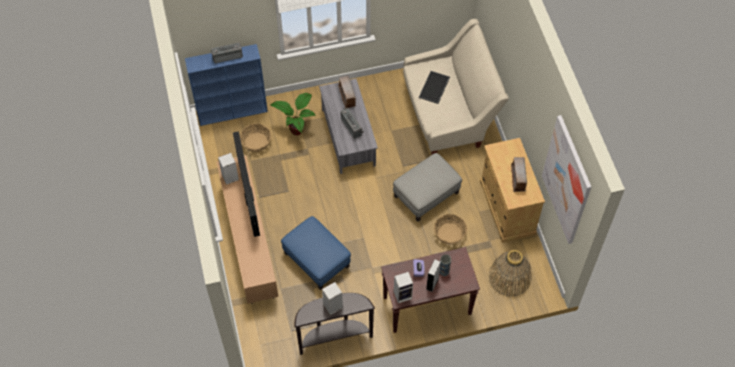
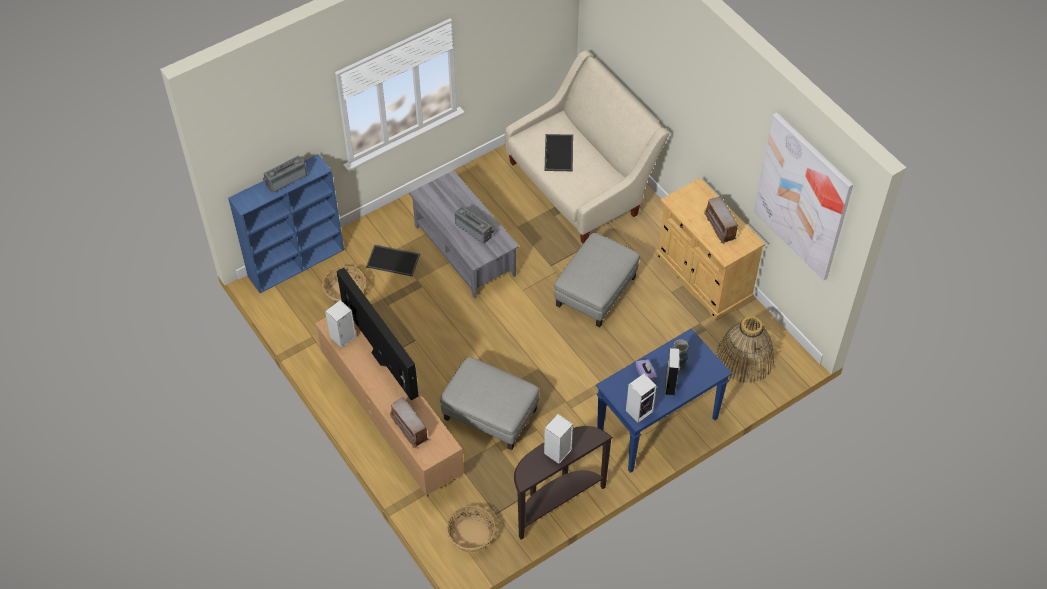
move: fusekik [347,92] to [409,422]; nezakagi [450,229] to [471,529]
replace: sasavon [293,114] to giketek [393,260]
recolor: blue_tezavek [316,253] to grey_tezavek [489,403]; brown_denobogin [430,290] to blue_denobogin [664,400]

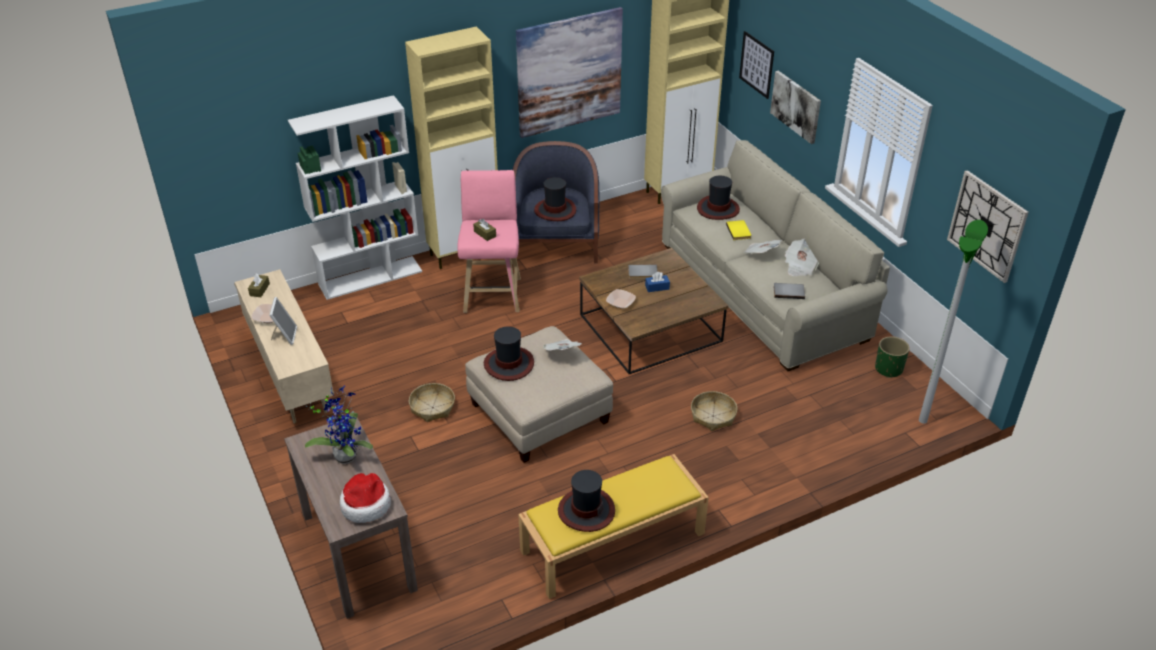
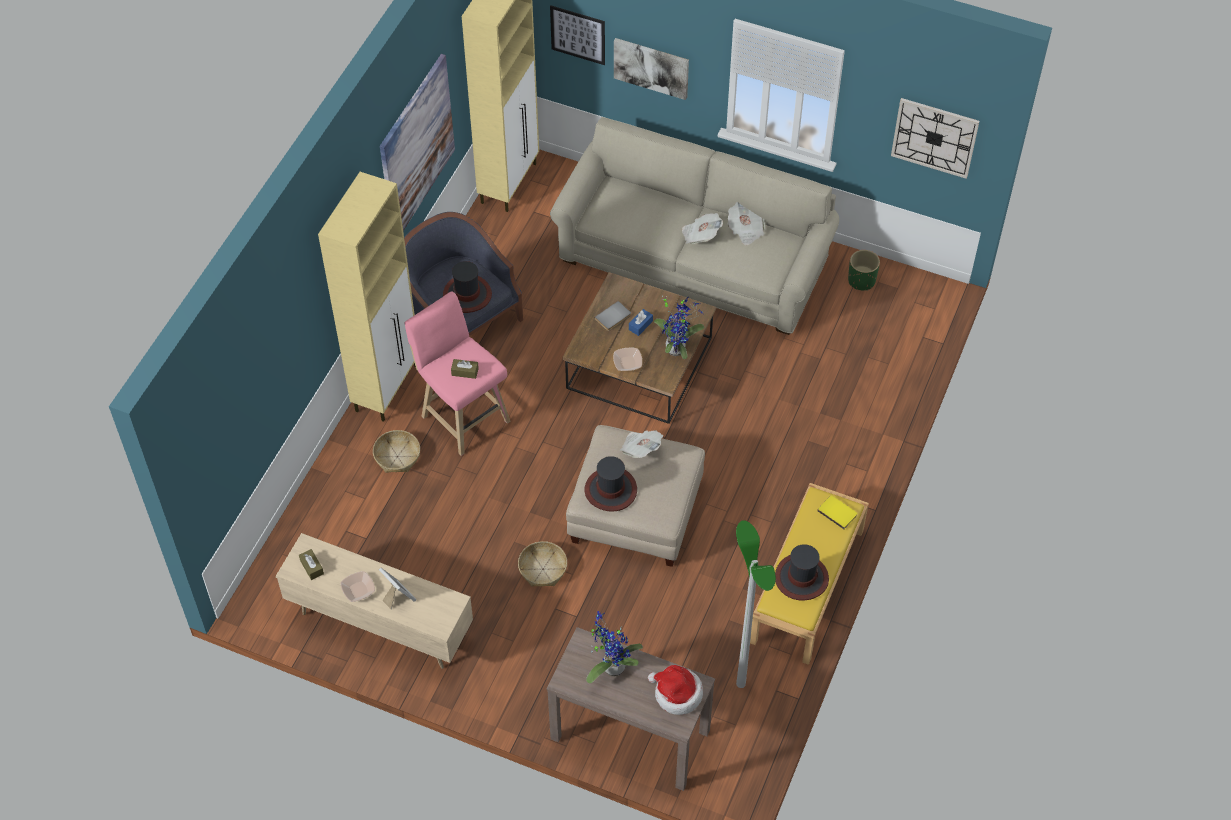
delete: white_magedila [355,197]; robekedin [718,198]; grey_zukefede [789,291]
insert: sasavon [679,327]
move: nezakagi [714,411] to [396,451]; yellow_zukefede [738,230] to [837,512]; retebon [953,322] to [756,604]

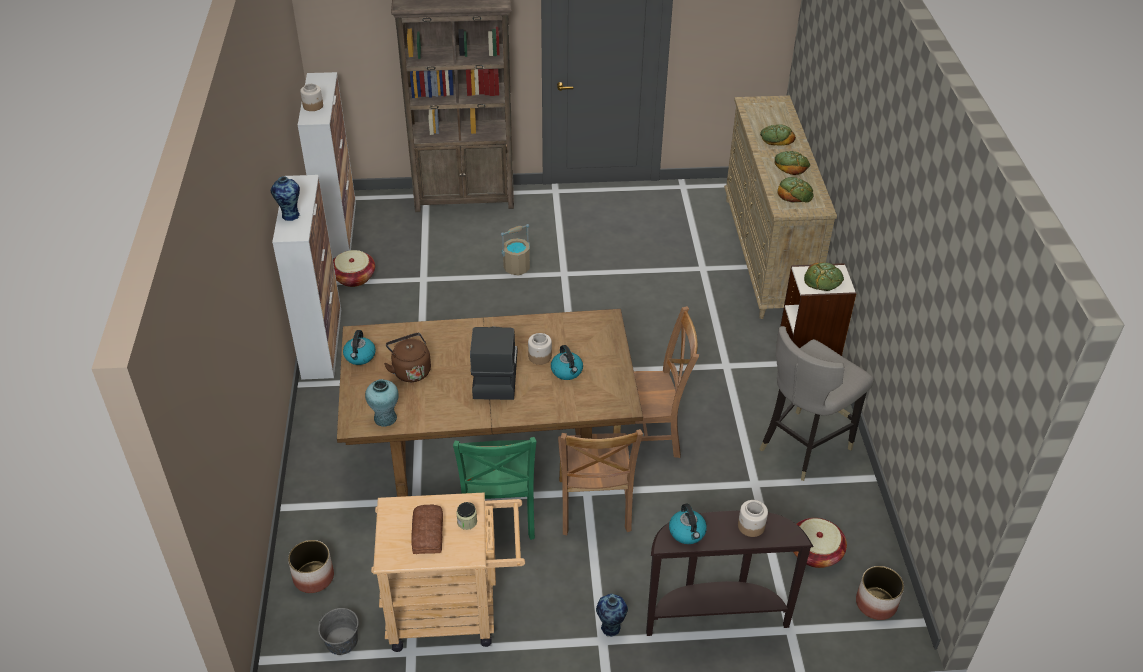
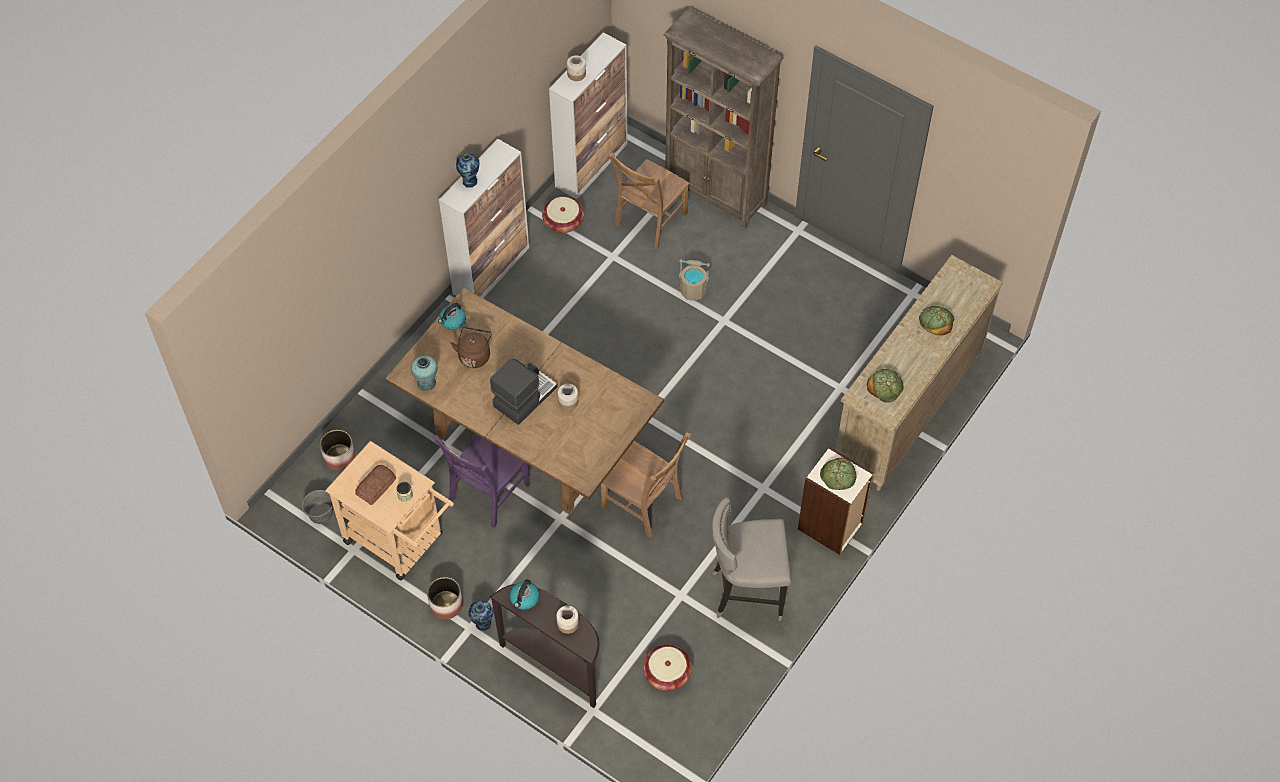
delete: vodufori [567,362]; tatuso [792,163]
move: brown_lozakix [600,482] to [648,201]; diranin [880,593] to [445,598]
recolor: green_lozakix [495,488] to purple_lozakix [481,481]

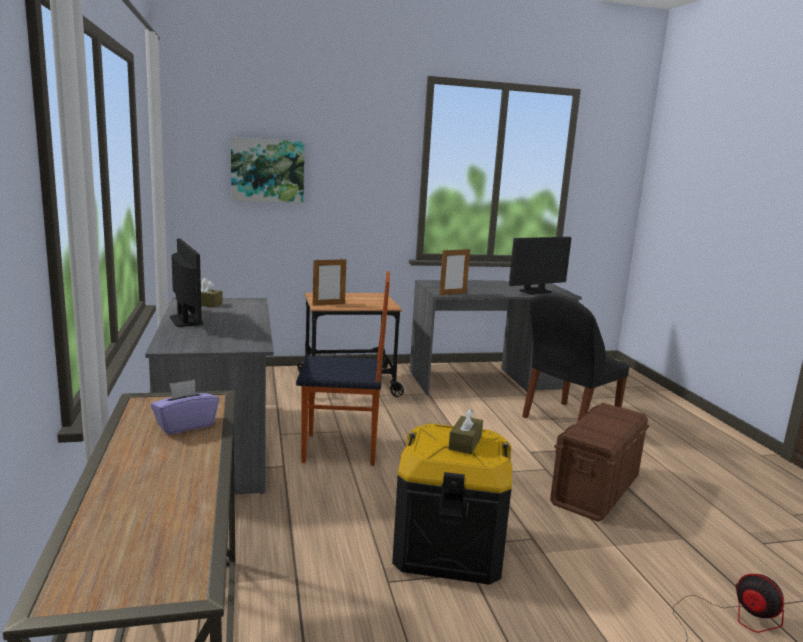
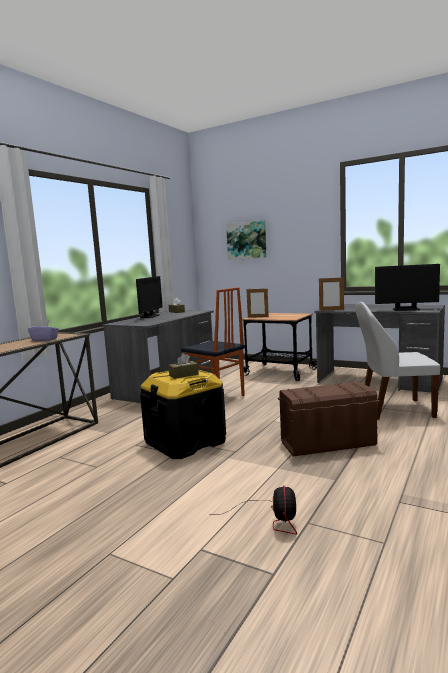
recolor: black_lozakix [576,358] to white_lozakix [398,361]

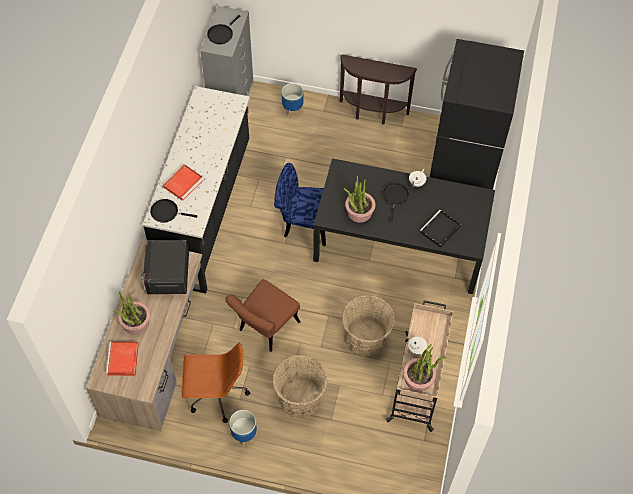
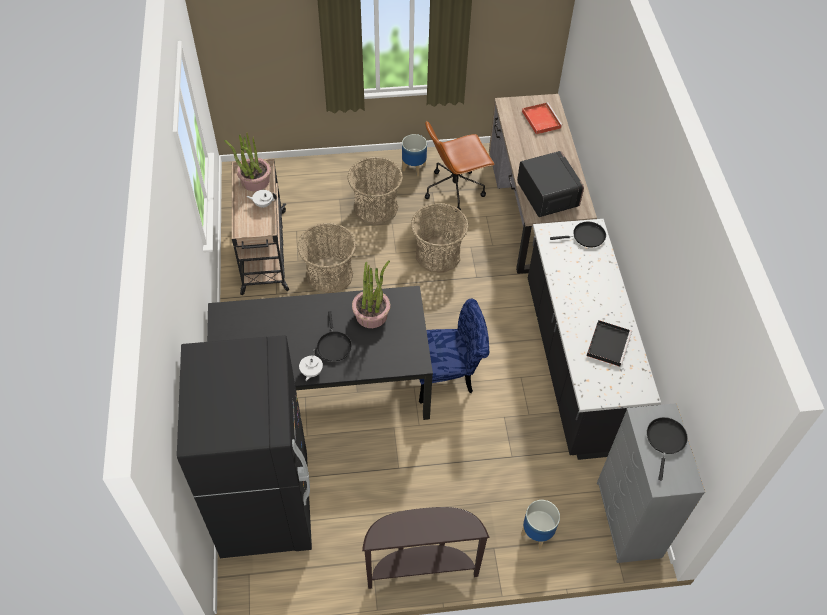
delete: sasavon [131,313]; red_giketek [183,182]
move: black_giketek [440,229] to [609,343]
replace: brown_lozakix [263,315] to nezakagi [440,238]

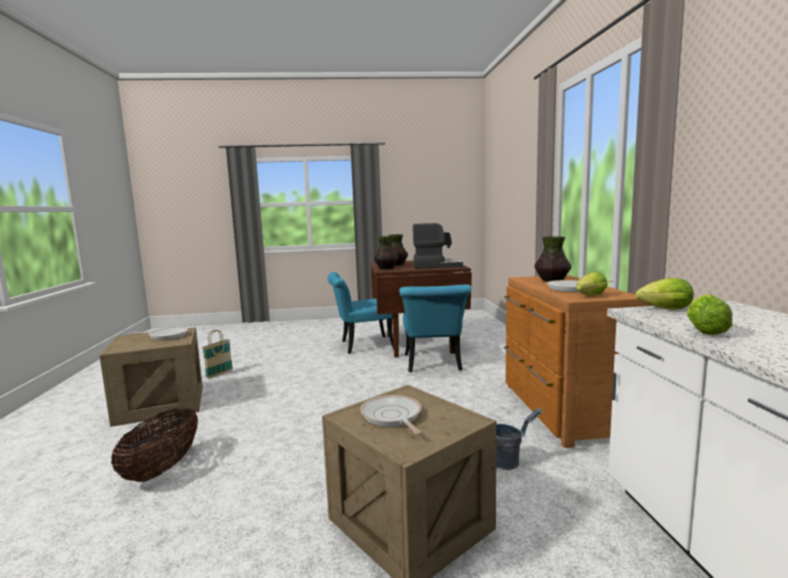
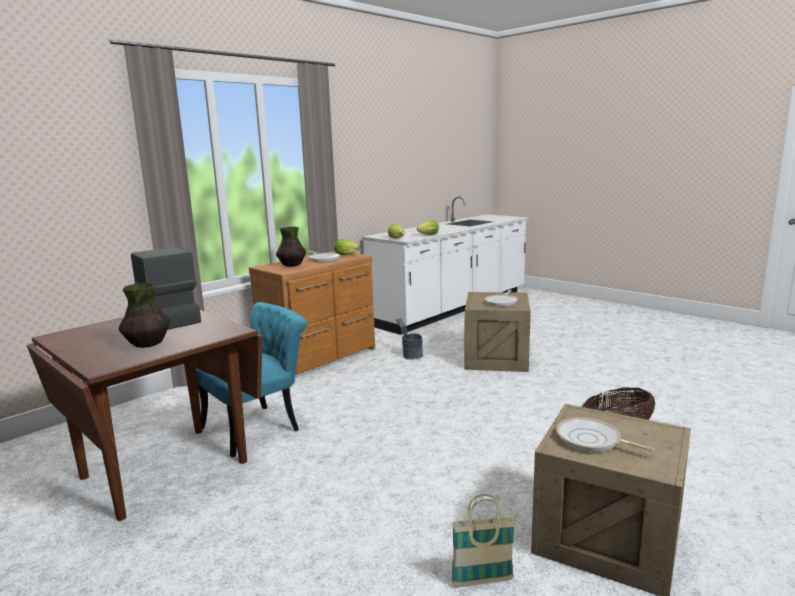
delete: turquoise_lozakix [360,313]; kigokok [386,252]

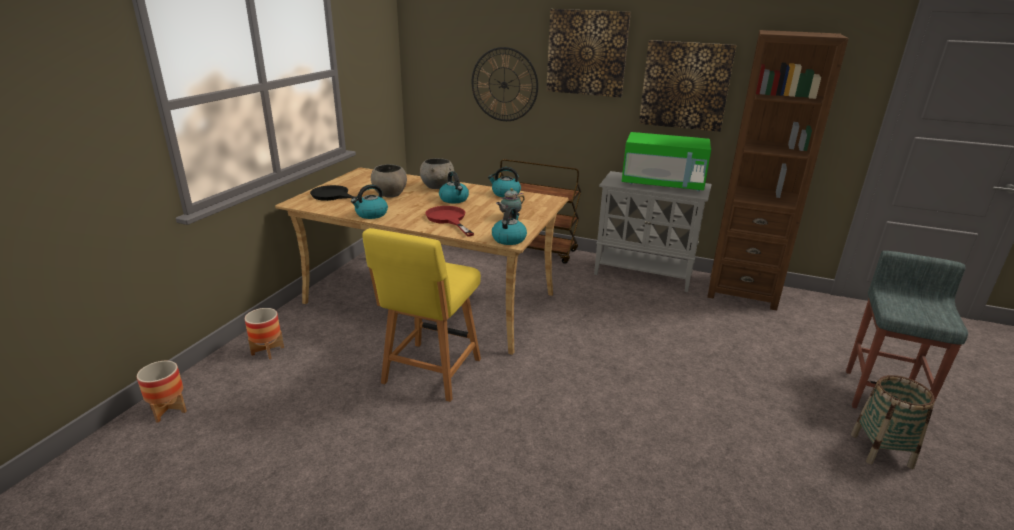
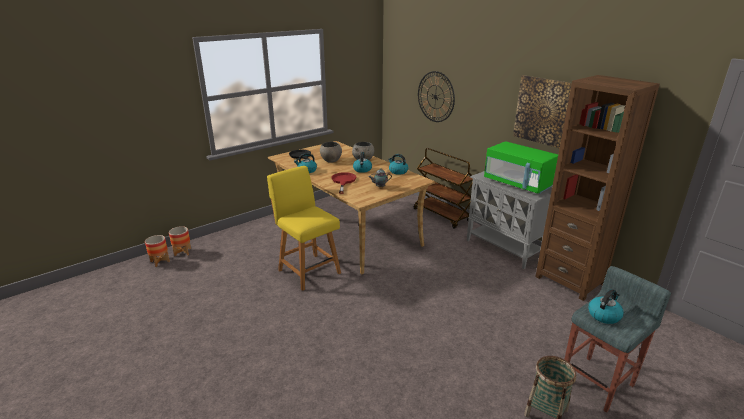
delete: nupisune [588,53]
move: diranin [264,333] to [157,251]; vodufori [509,226] to [606,306]
rotate: yellow_lozakix [422,315] = [304,228] 90 degrees clockwise

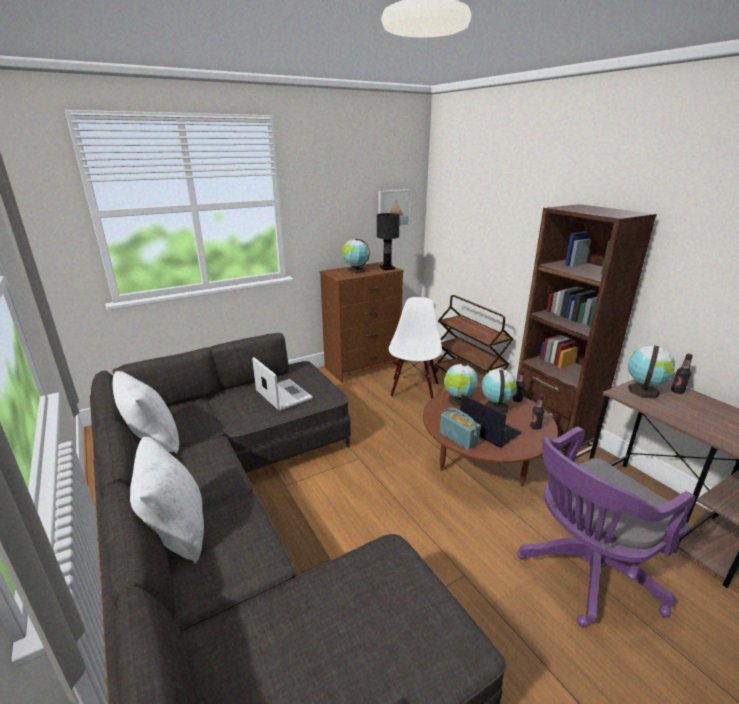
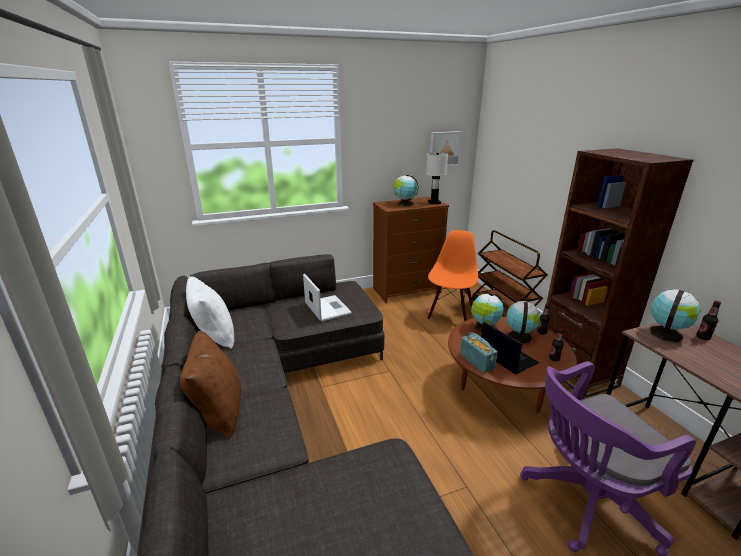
recolor: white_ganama [167,500] to brown_ganama [210,385]; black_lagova [388,241] to white_lagova [437,178]; white_lozakix [415,348] to orange_lozakix [452,275]

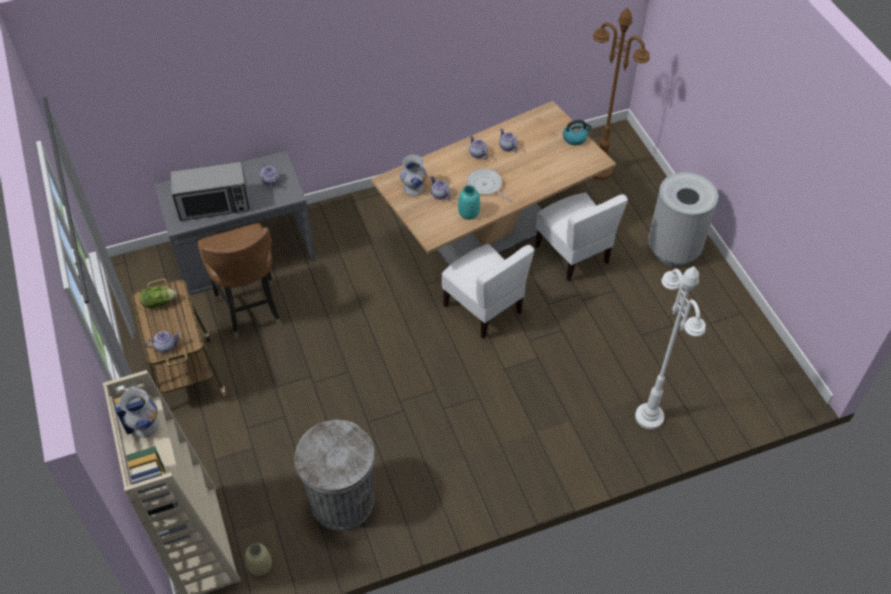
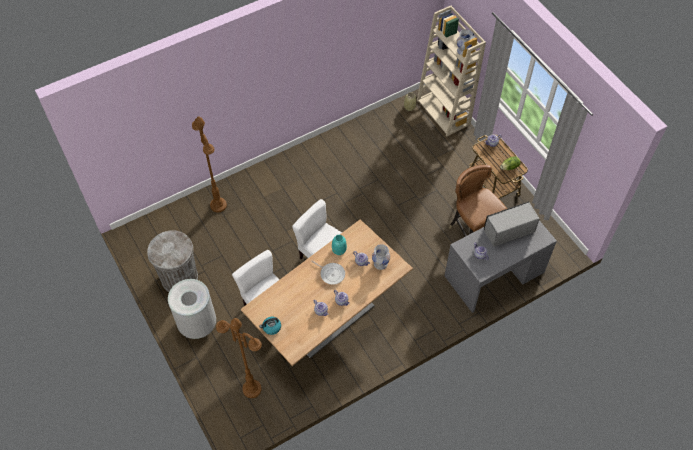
move: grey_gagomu [335,475] to [172,261]
recolor: white_retebon [670,348] to brown_retebon [209,164]

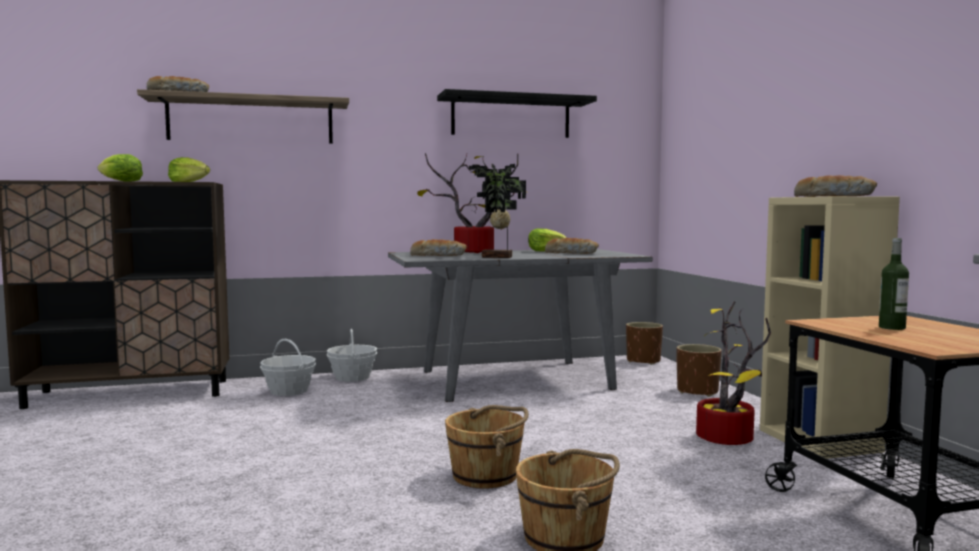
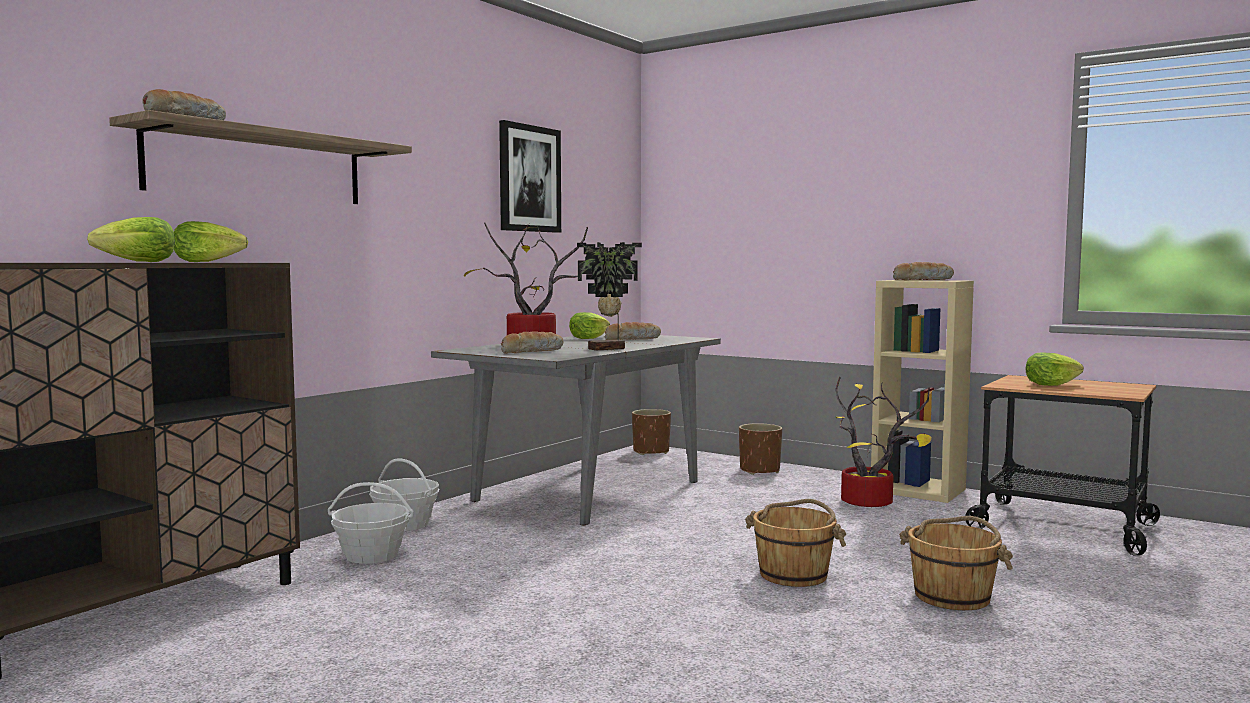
replace: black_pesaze [517,113] to nupisune [530,176]; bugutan [894,284] to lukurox [1055,369]

